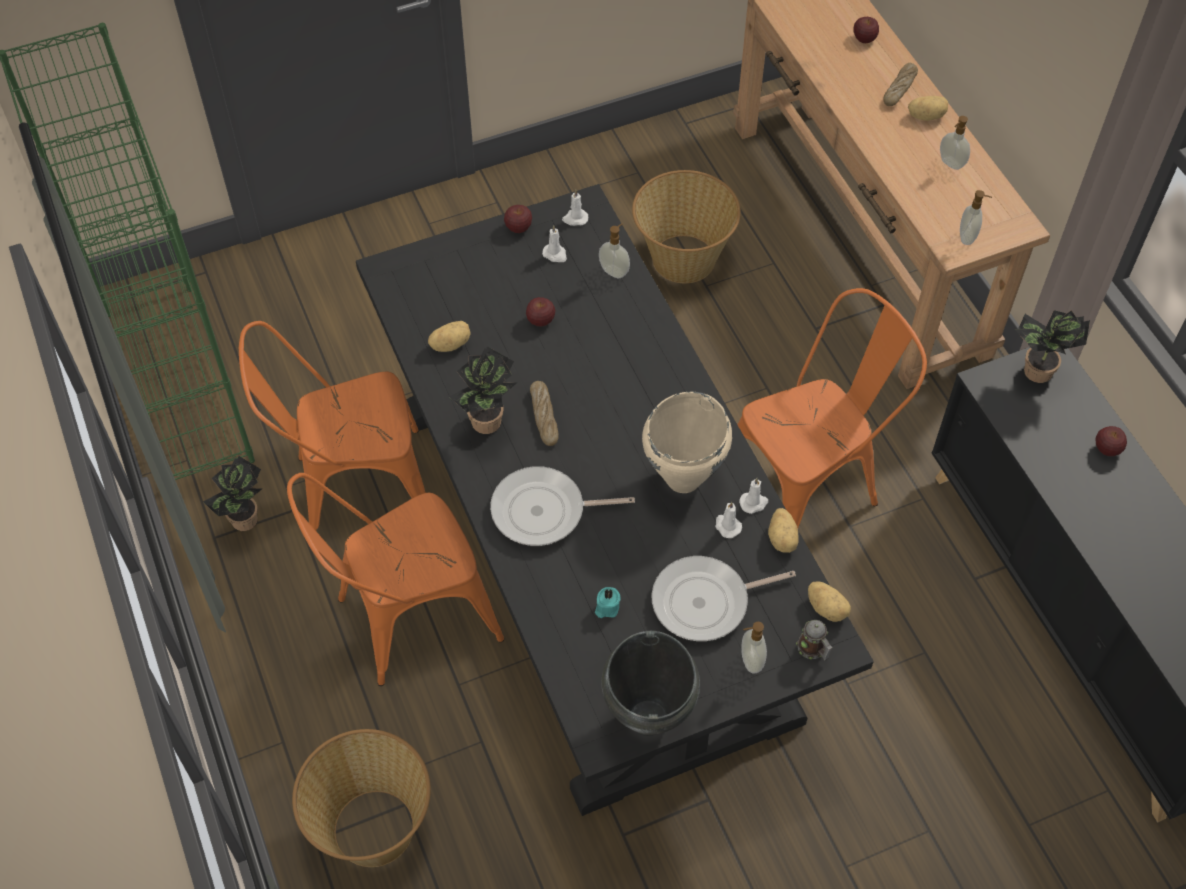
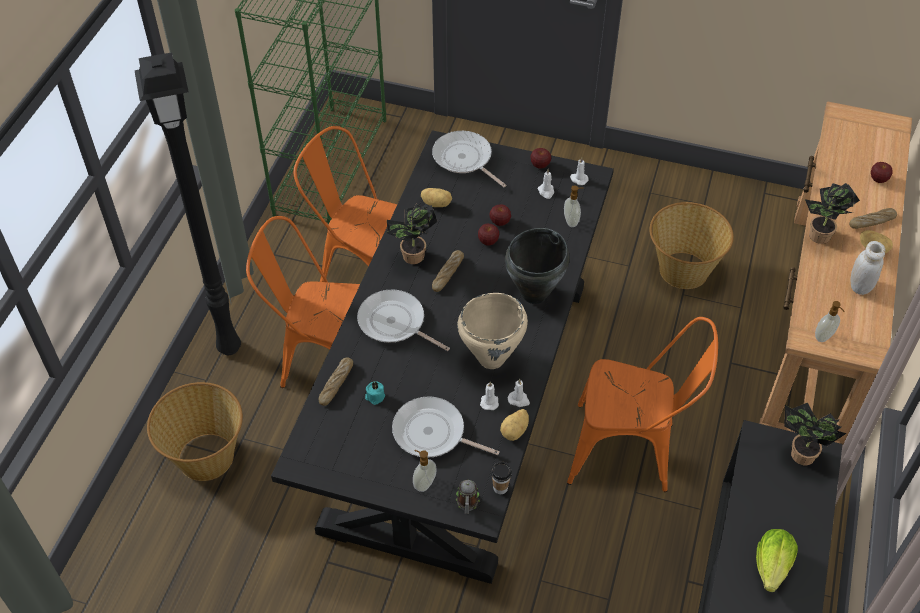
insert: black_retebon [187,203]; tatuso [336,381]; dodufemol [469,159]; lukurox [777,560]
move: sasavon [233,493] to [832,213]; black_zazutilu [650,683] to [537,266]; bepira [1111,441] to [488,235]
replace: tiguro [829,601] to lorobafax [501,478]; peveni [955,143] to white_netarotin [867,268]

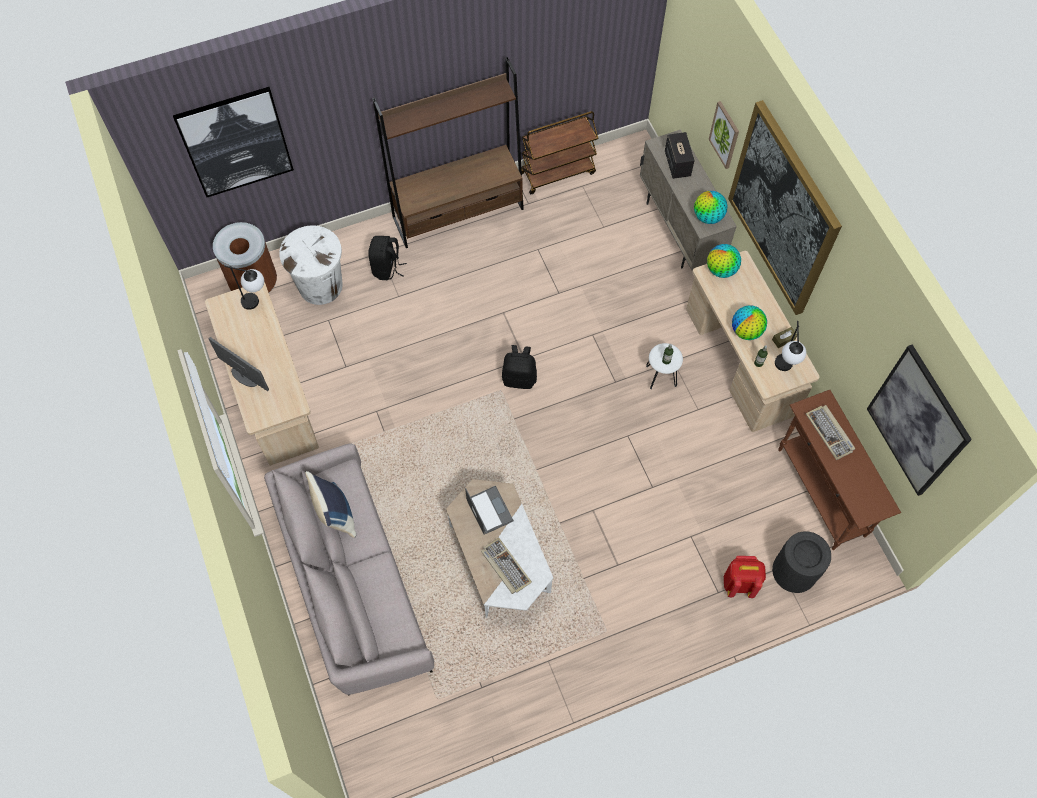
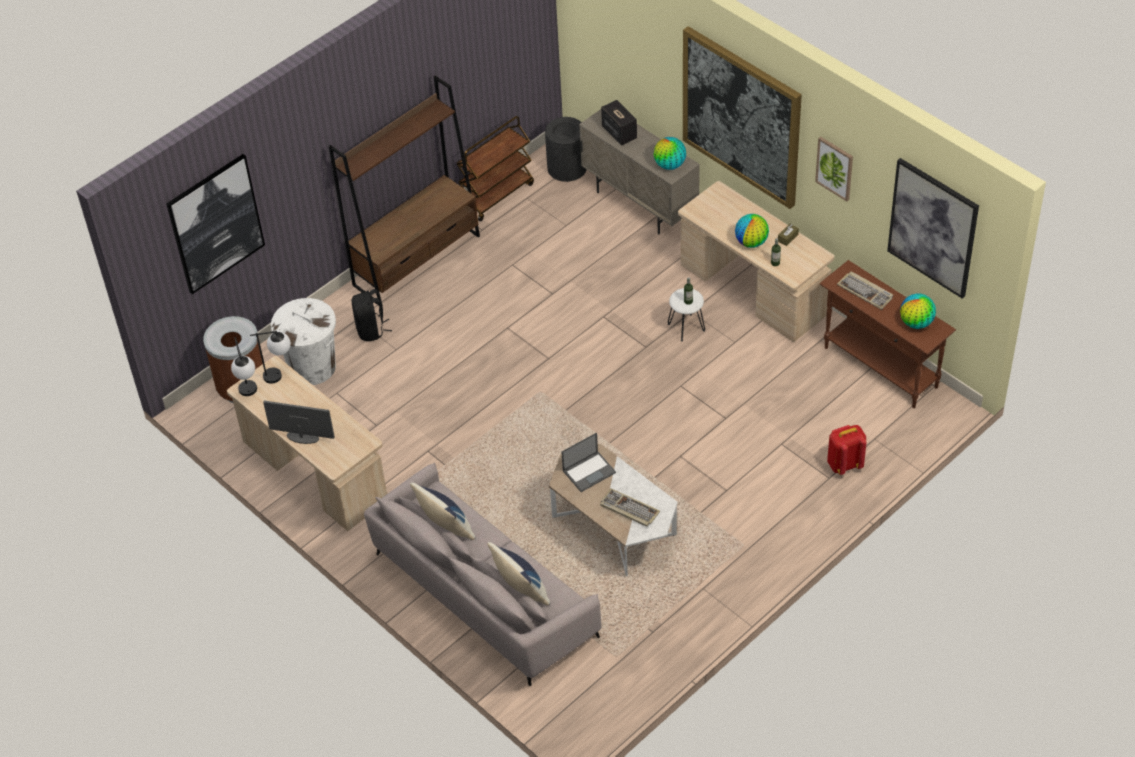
delete: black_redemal [519,367]
insert: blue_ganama [518,573]
move: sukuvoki [724,261] to [918,311]; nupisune [724,135] to [834,169]; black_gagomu [801,562] to [566,149]; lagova [790,346] to [244,366]
rotate: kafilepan [489,510] = [588,462] 105 degrees clockwise

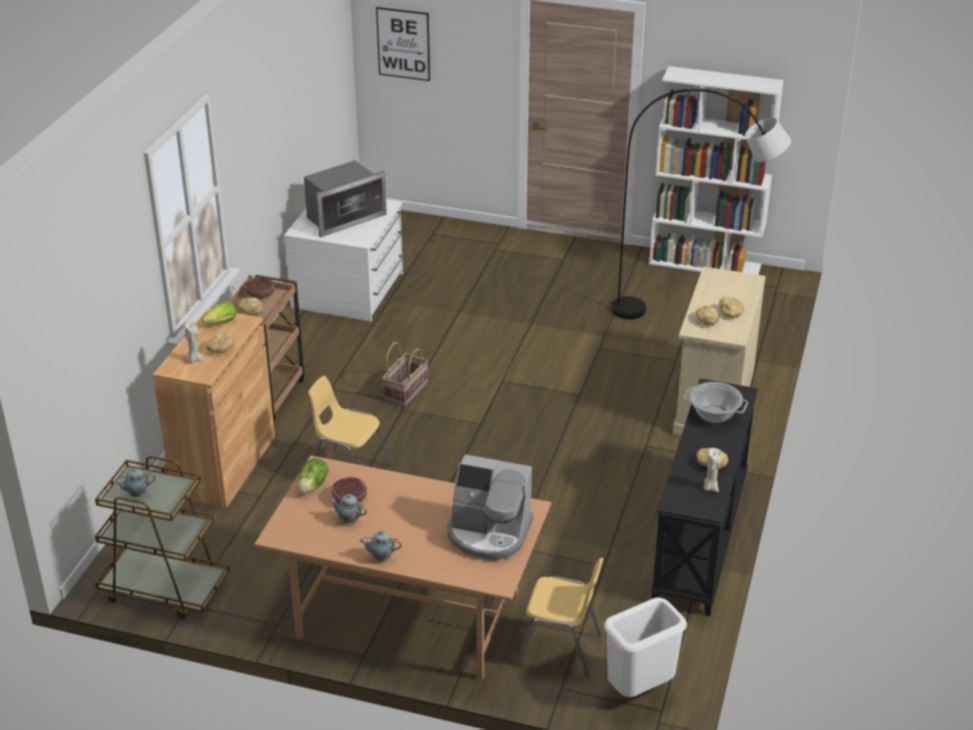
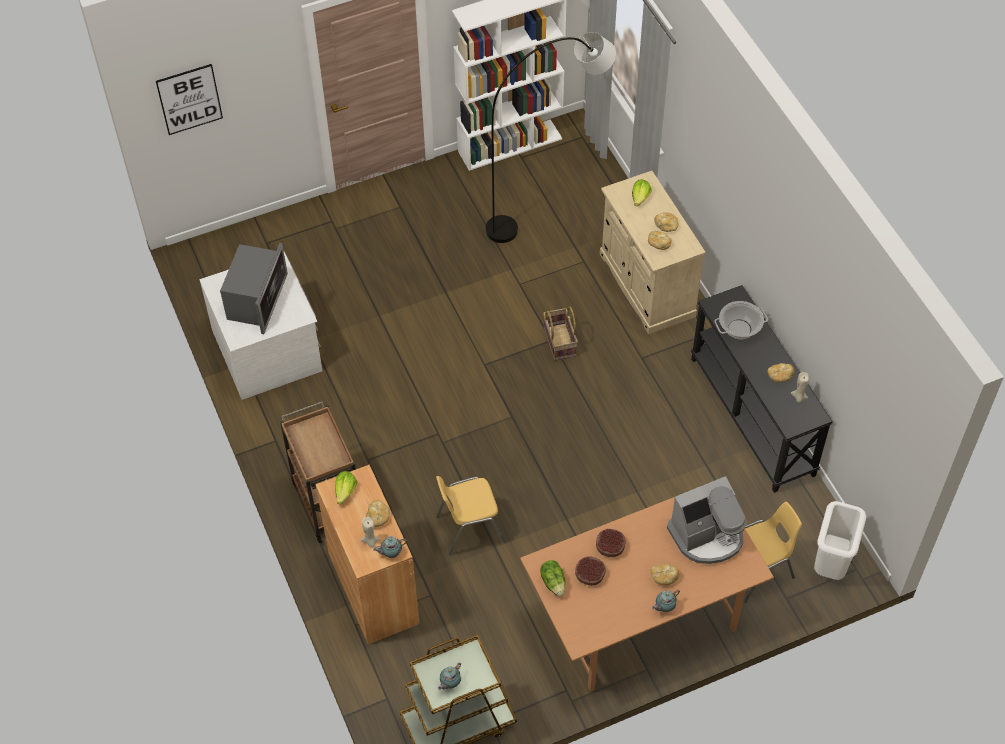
insert: lukurox [642,192]
move: tatuso [251,306] to [665,574]; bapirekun [260,287] to [611,543]; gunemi [348,509] to [390,547]; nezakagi [405,374] to [560,333]

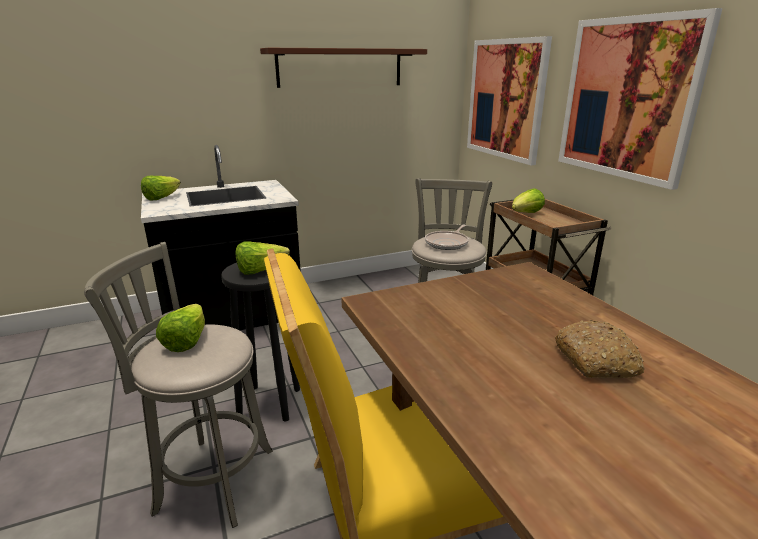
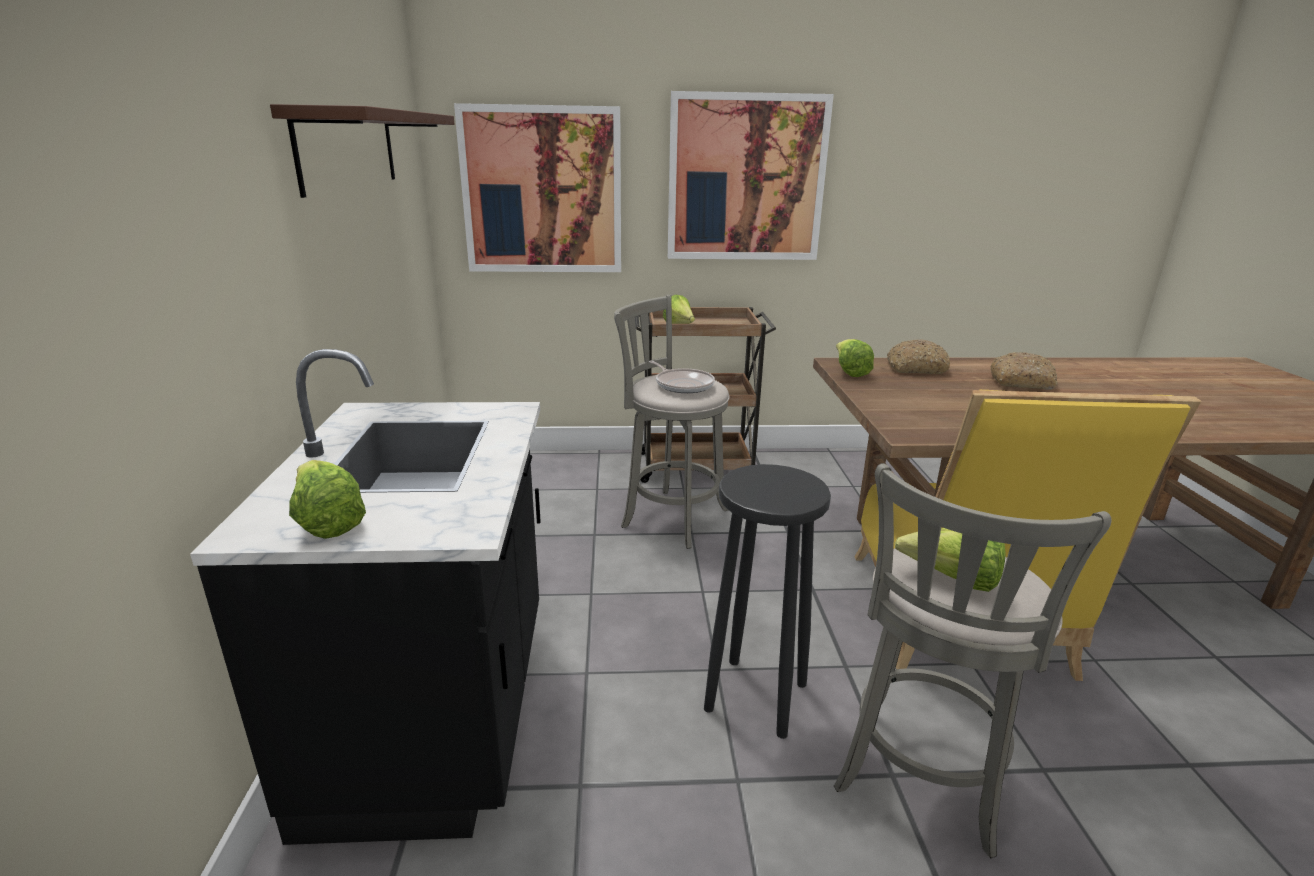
insert: tatuso [918,356]
move: lukurox [263,257] to [855,358]

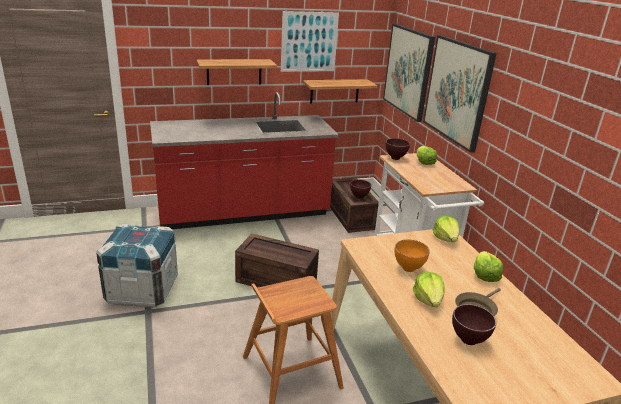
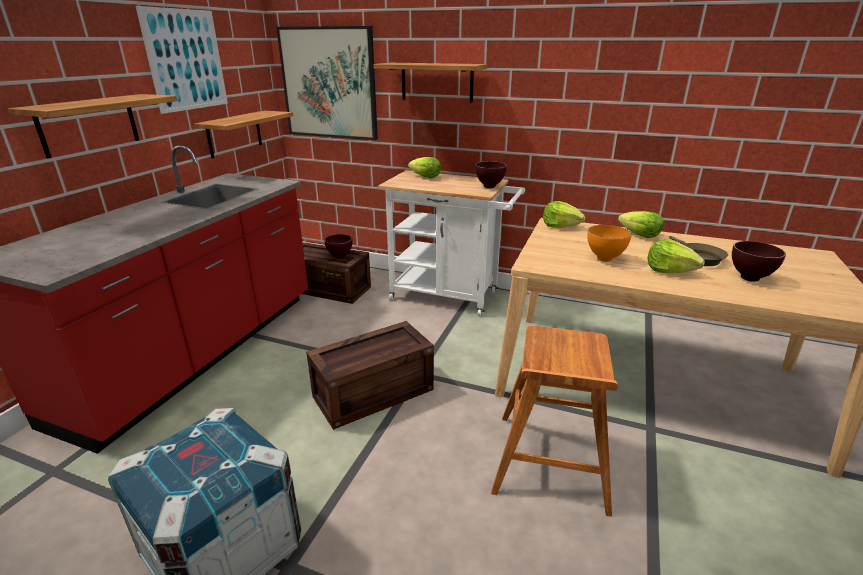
move: brown_bapirekun [398,149] to [491,174]
replace: nupisune [460,94] to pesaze [430,83]

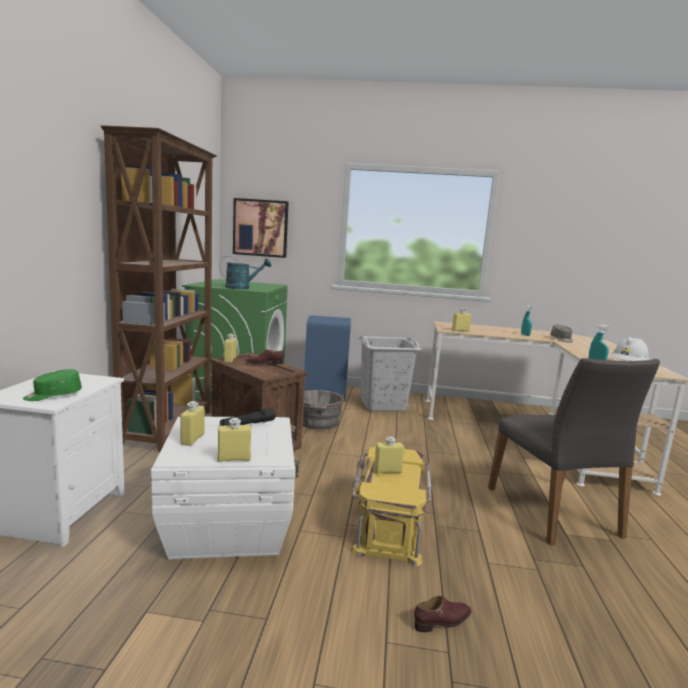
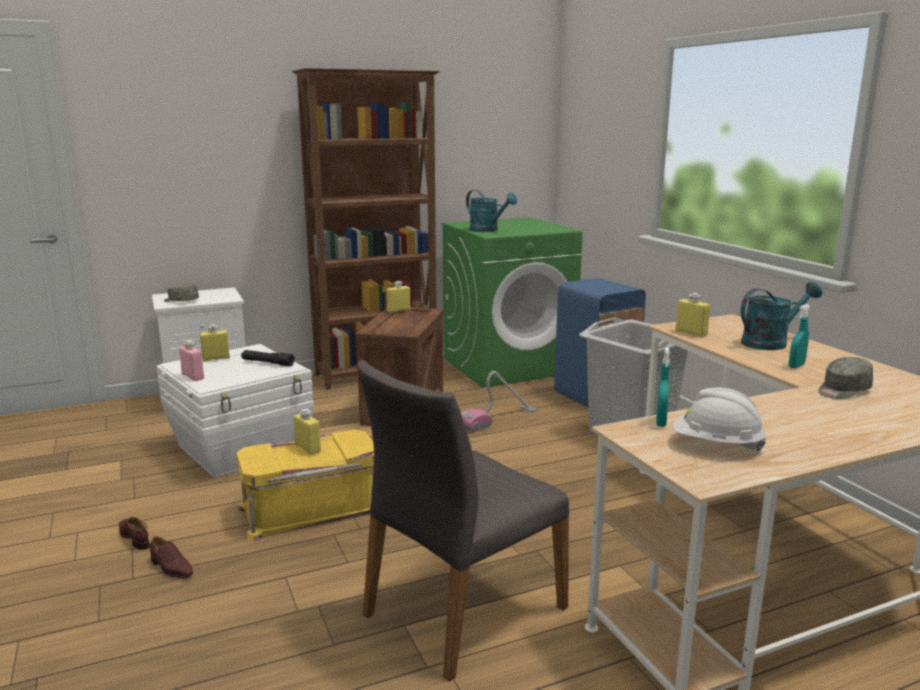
delete: nupisune [260,228]
insert: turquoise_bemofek [781,316]
move: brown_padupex [265,357] to [134,533]
replace: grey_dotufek [323,410] to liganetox [499,401]
recolor: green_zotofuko [52,385] to grey_zotofuko [181,292]; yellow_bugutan [234,440] to pink_bugutan [191,360]

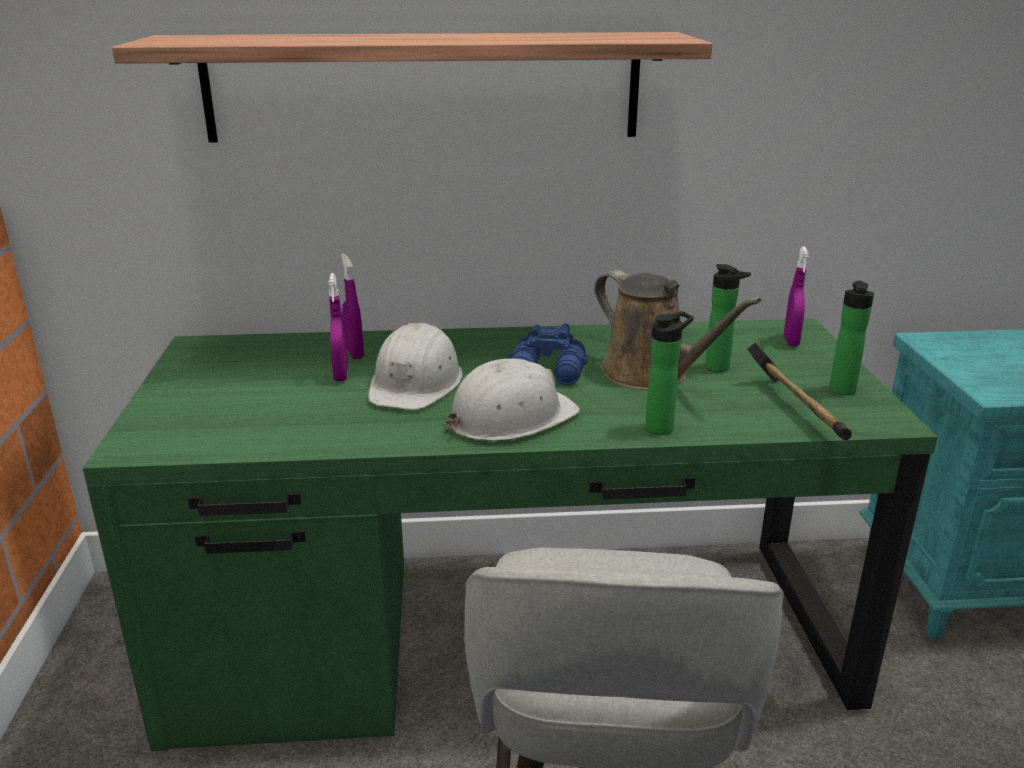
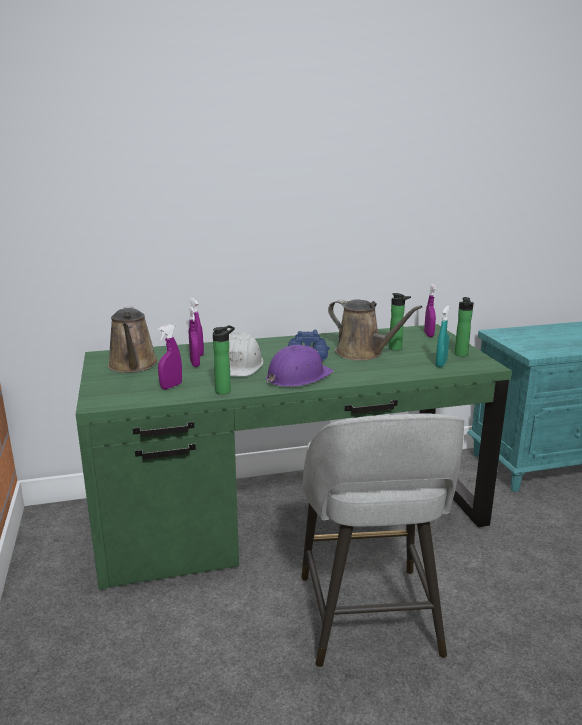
delete: pesaze [412,87]
insert: brown_bemofek [133,339]; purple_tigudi [170,356]
move: bugutan [669,373] to [224,359]
replace: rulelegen [799,391] to turquoise_tigudi [443,336]
recolor: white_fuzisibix [512,400] to purple_fuzisibix [300,366]

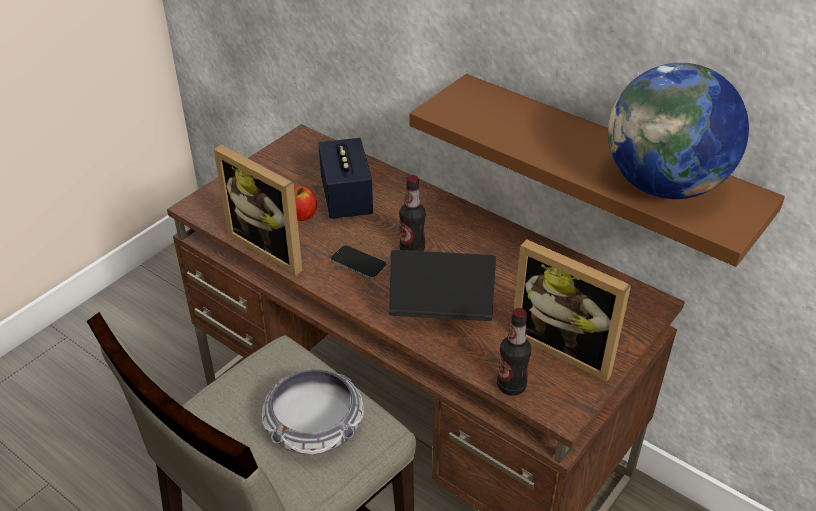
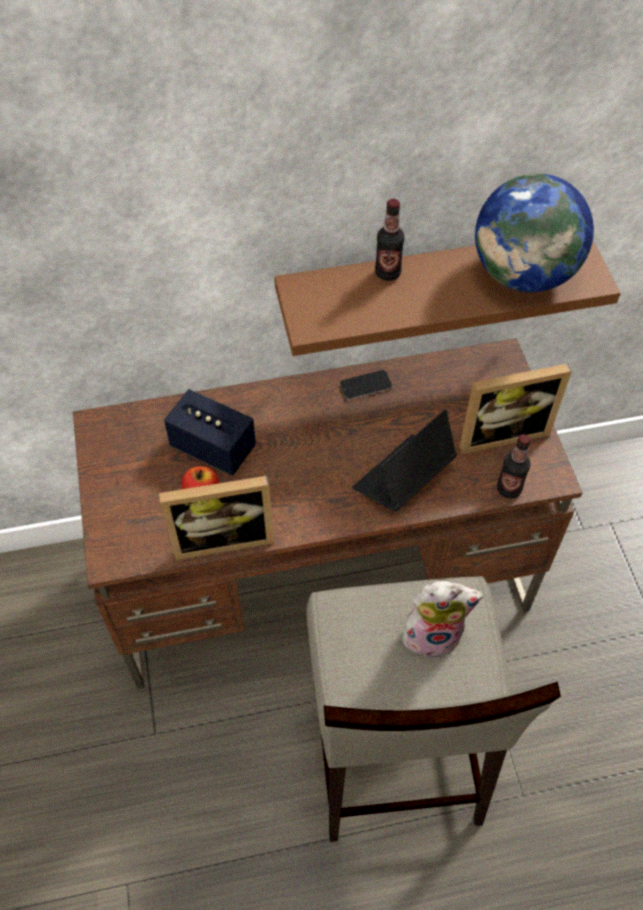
move: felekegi [358,261] to [366,384]; bugutan [412,213] to [390,240]
replace: bapirekun [313,412] to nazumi [442,620]

